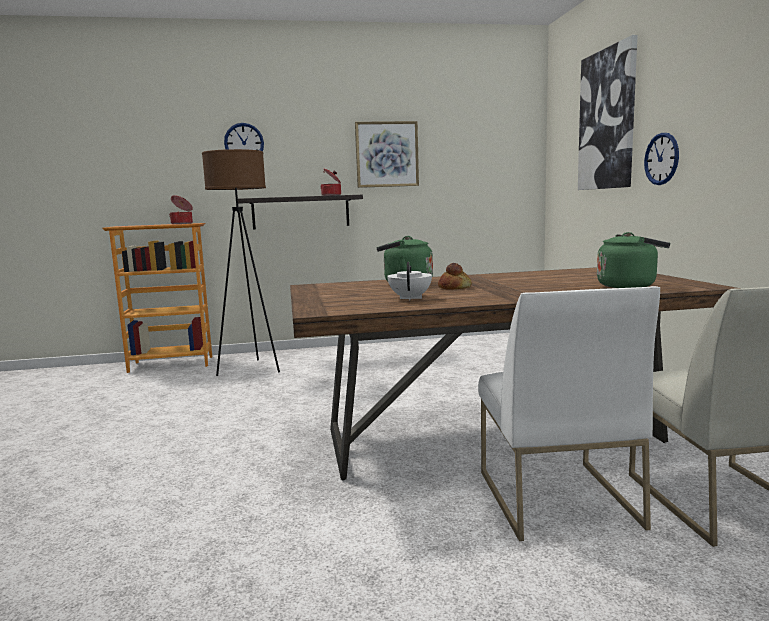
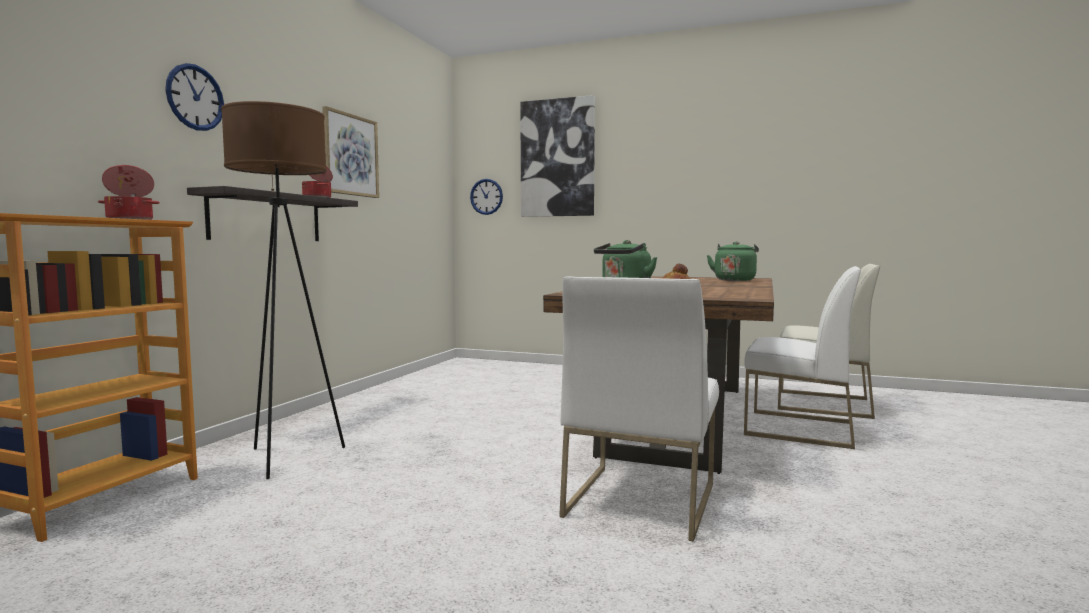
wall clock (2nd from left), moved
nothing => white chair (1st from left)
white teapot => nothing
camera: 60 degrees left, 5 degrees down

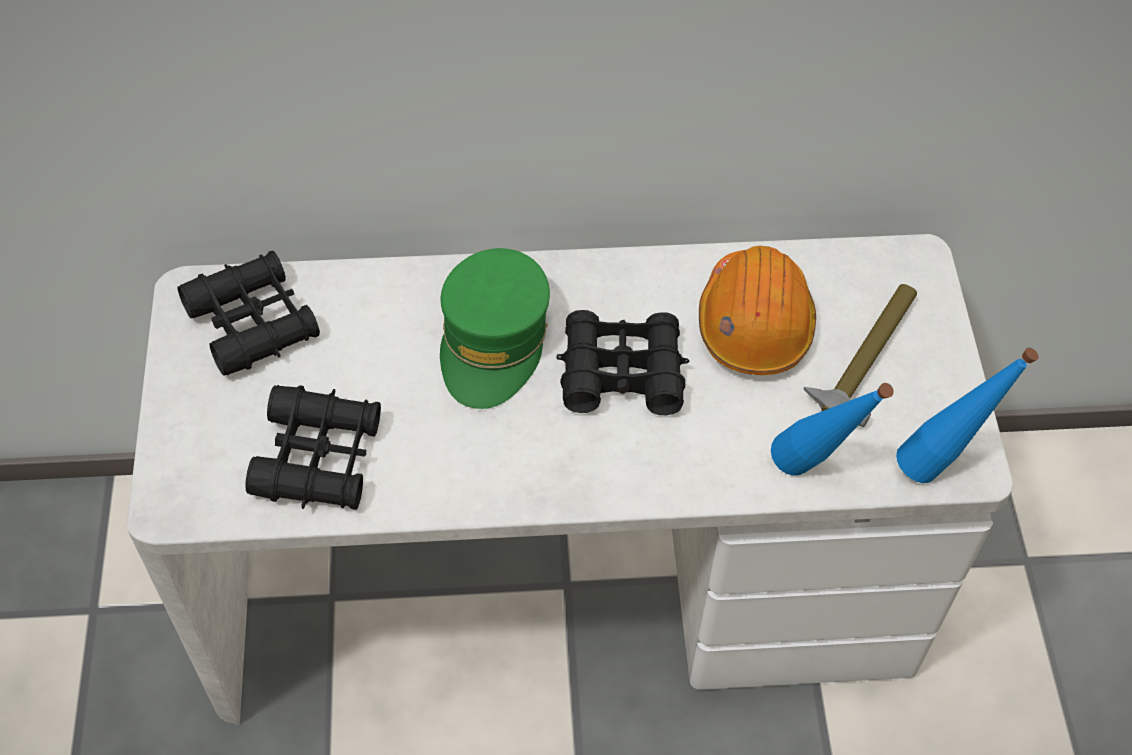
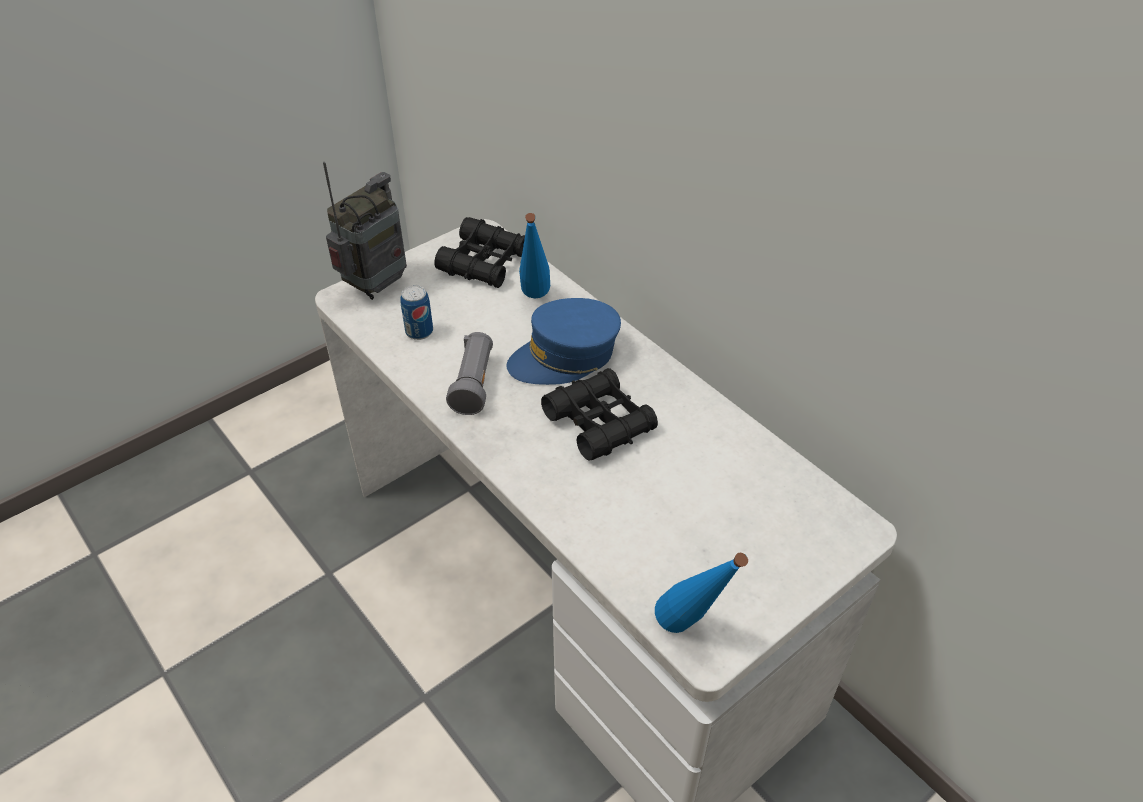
nothing => radio
black binoculars (2nd from left) => can
nothing => grey flashlight
green cap => blue cap
blue bottle (1st from left), moved
orange hard hat => nothing
hammer => nothing
camera: 55 degrees right, 10 degrees down

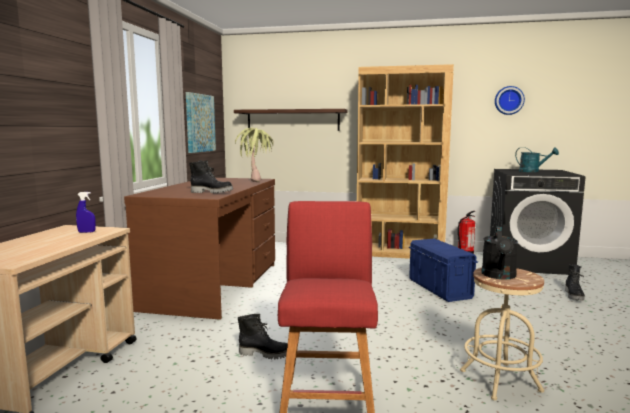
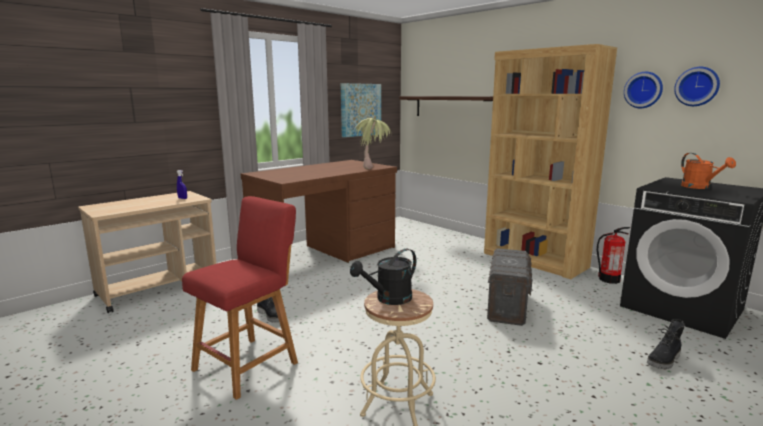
blue storage box => grey storage box
nothing => wall clock (1st from left)
turquoise watering can => orange watering can
black boot (1st from left) => nothing
camera: 35 degrees right, 5 degrees up

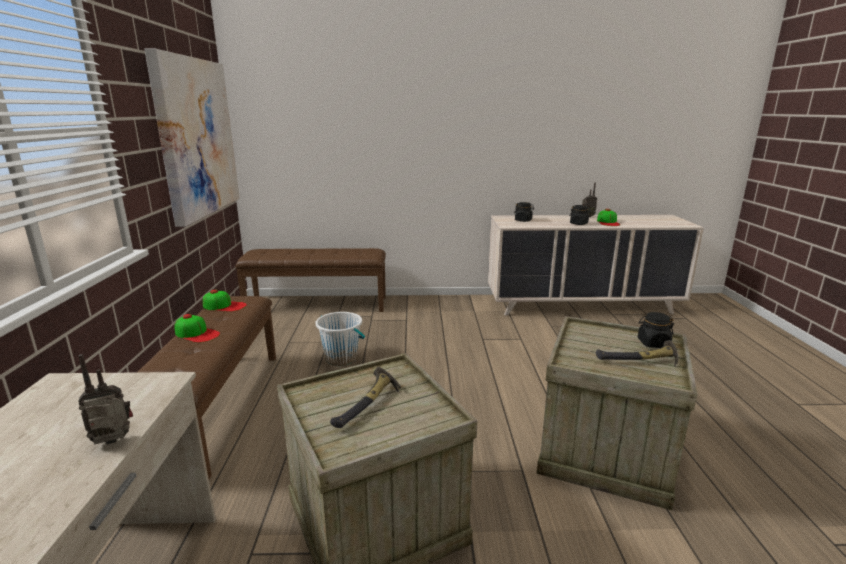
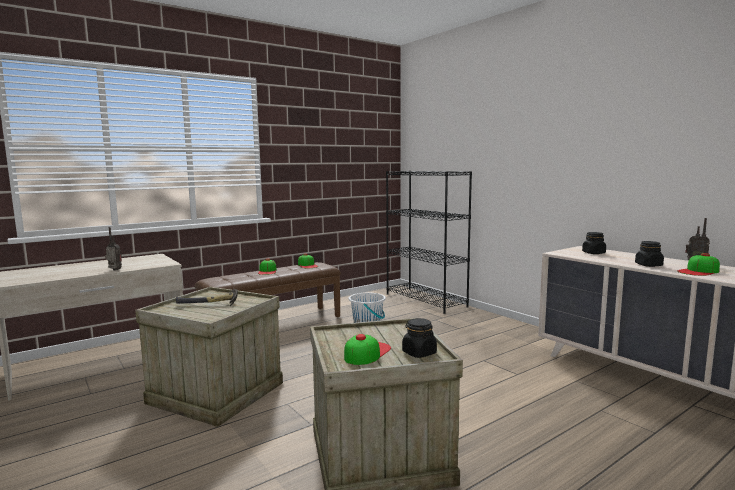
hammer (2nd from left) => cap (3rd from left)
brown bench (2nd from left) => black bookcase
picture => nothing
camera: 55 degrees right, 10 degrees down

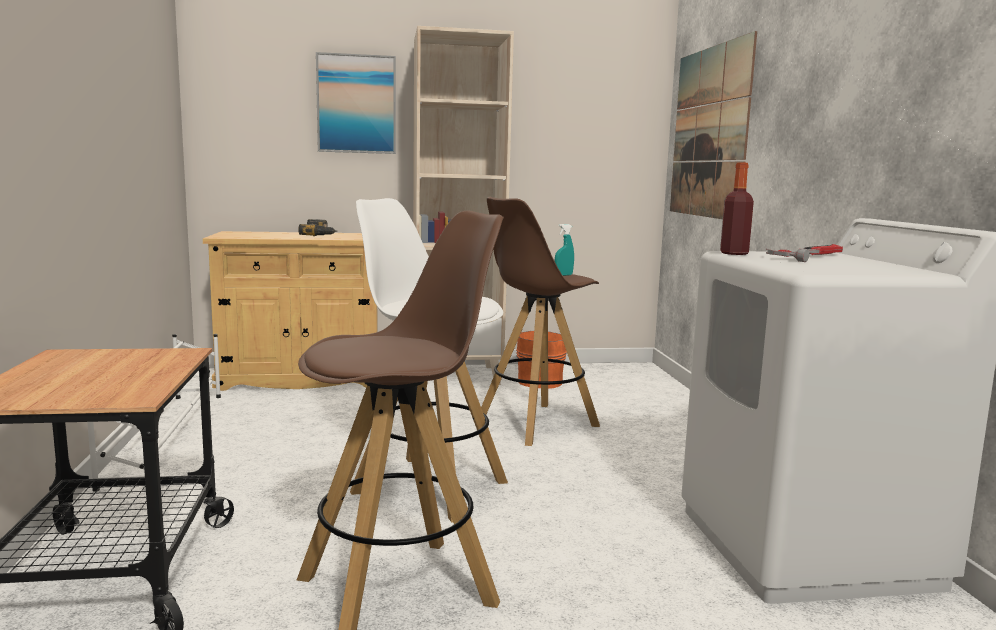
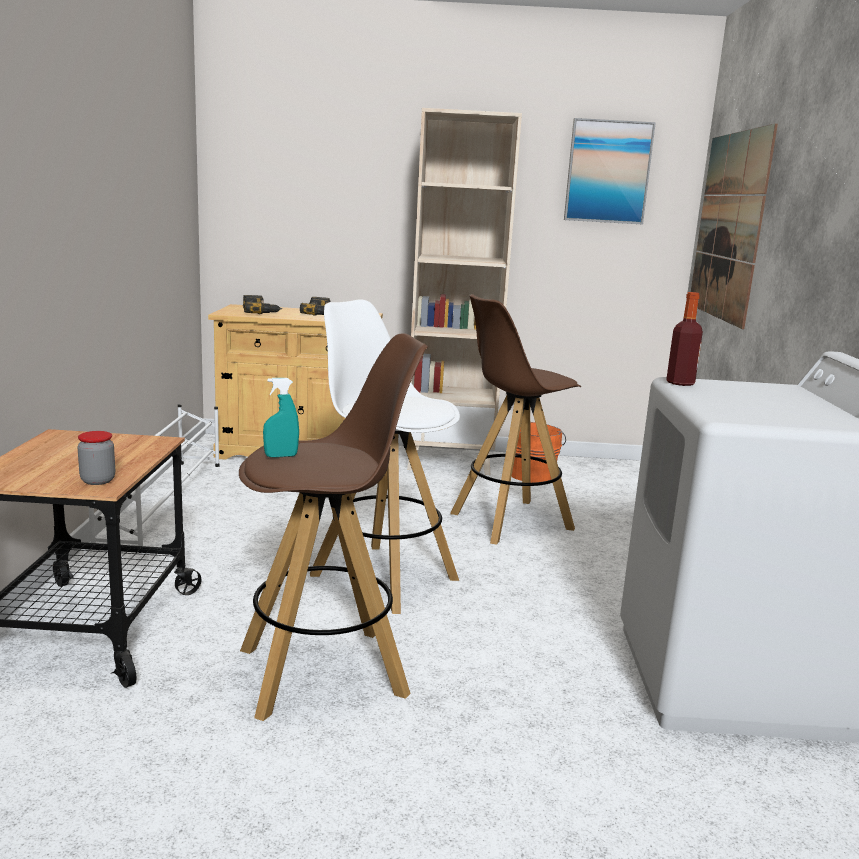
nothing => jar
nothing => power drill (1st from left)
turquoise spray bottle, moved
picture (1st from left), moved
hammer => nothing
camera: 10 degrees right, 5 degrees up

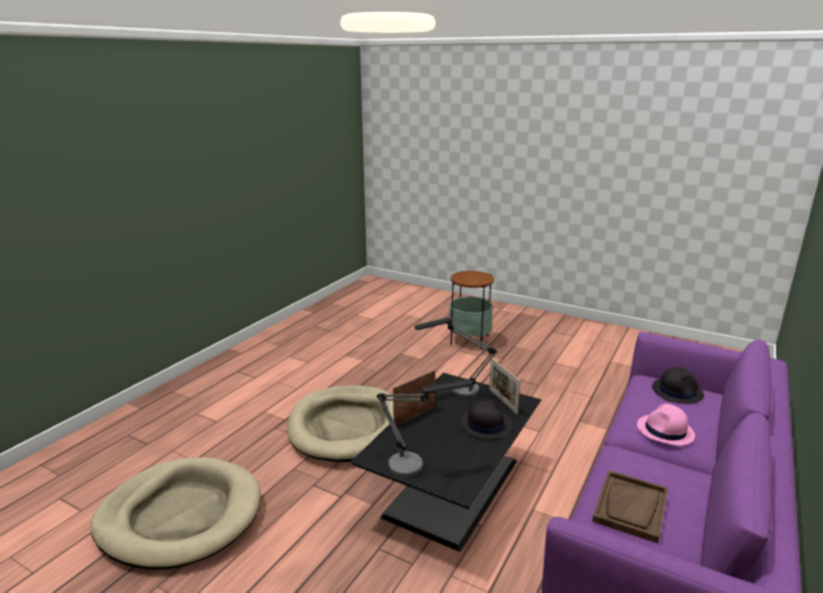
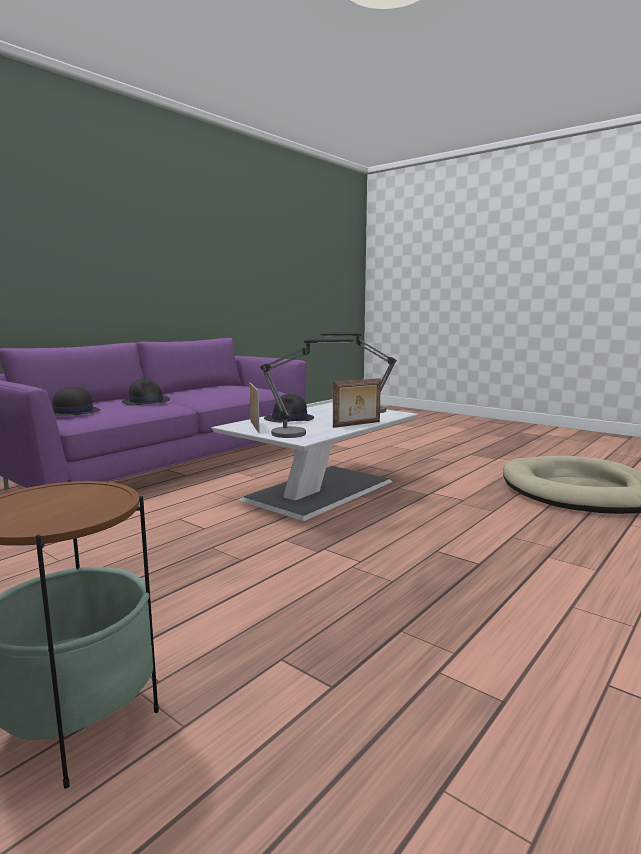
pink hat => black hat (2nd from left)
black coffee table => white coffee table
beige dog bed (2nd from left) => nothing
brown tray => nothing
camera: 170 degrees left, 10 degrees down

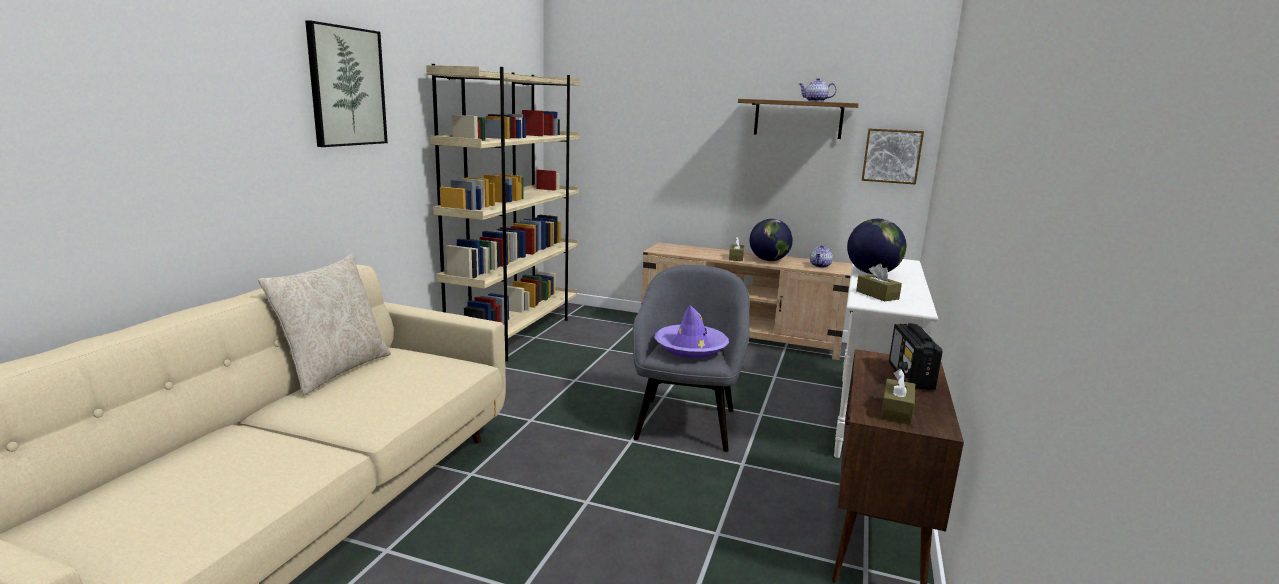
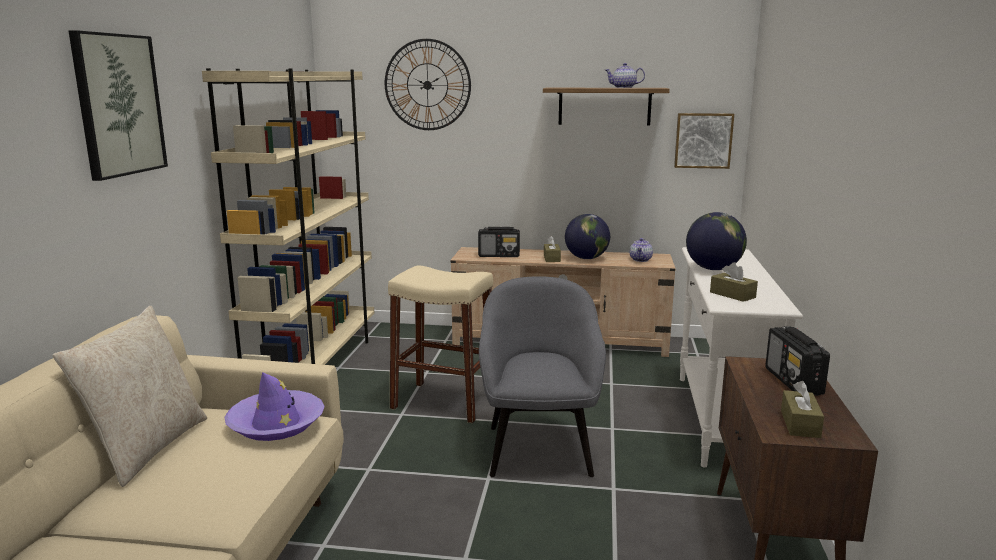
purple hat, moved
nothing => wall clock
nothing => beige stool
nothing => radio (1st from left)
camera: 10 degrees left, 0 degrees up

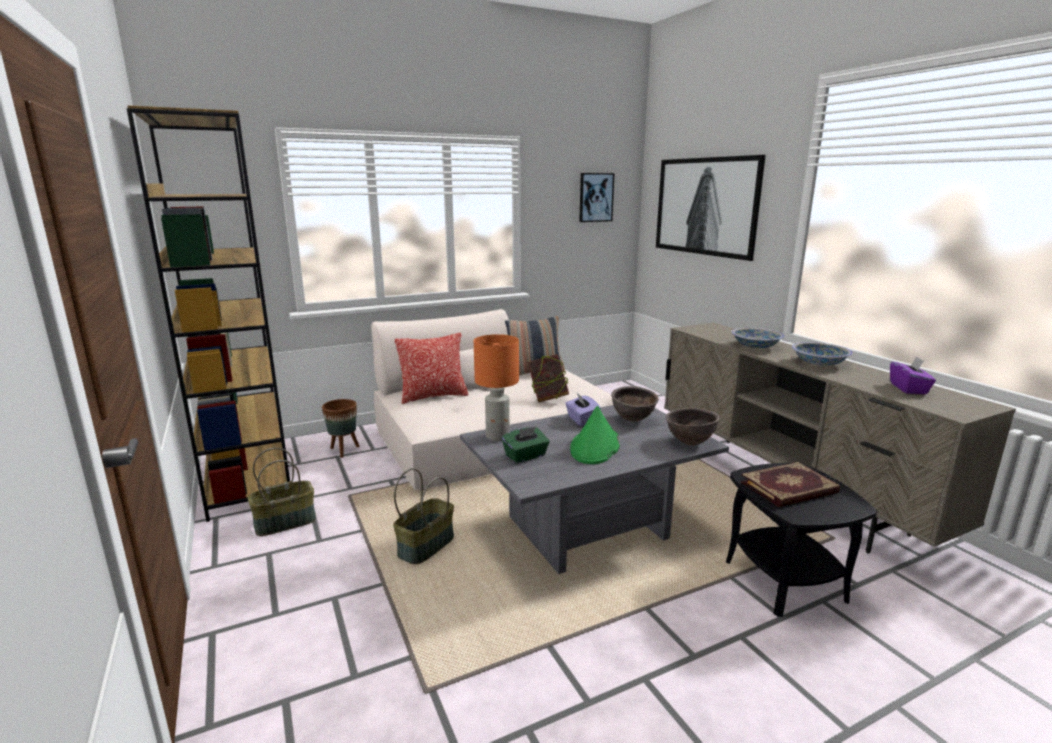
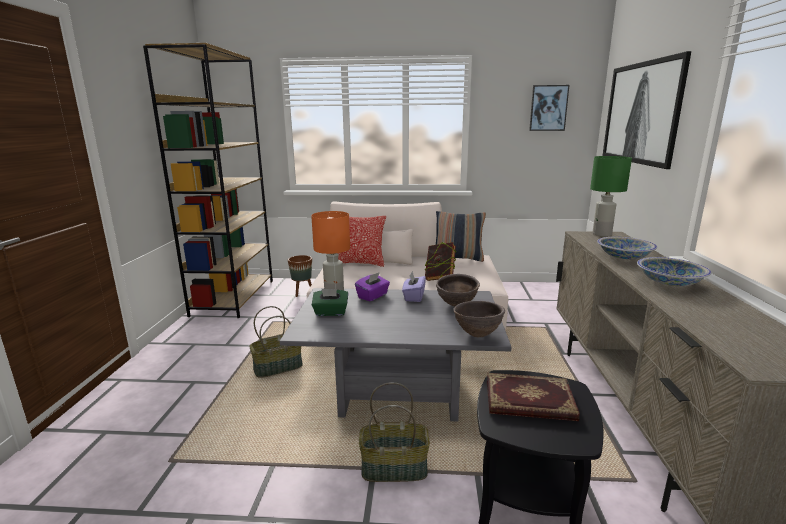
purple tissue box (2nd from left in the first image) => purple tissue box (1st from left), moved
basket (1st from left in the first image) => basket (2nd from left), moved
nothing => green table lamp
green hat => nothing
camera: 30 degrees right, 0 degrees up

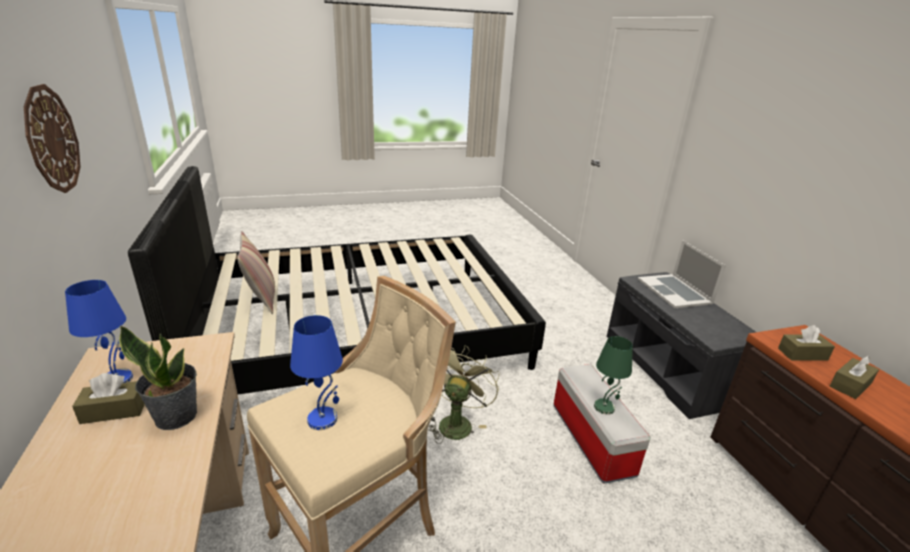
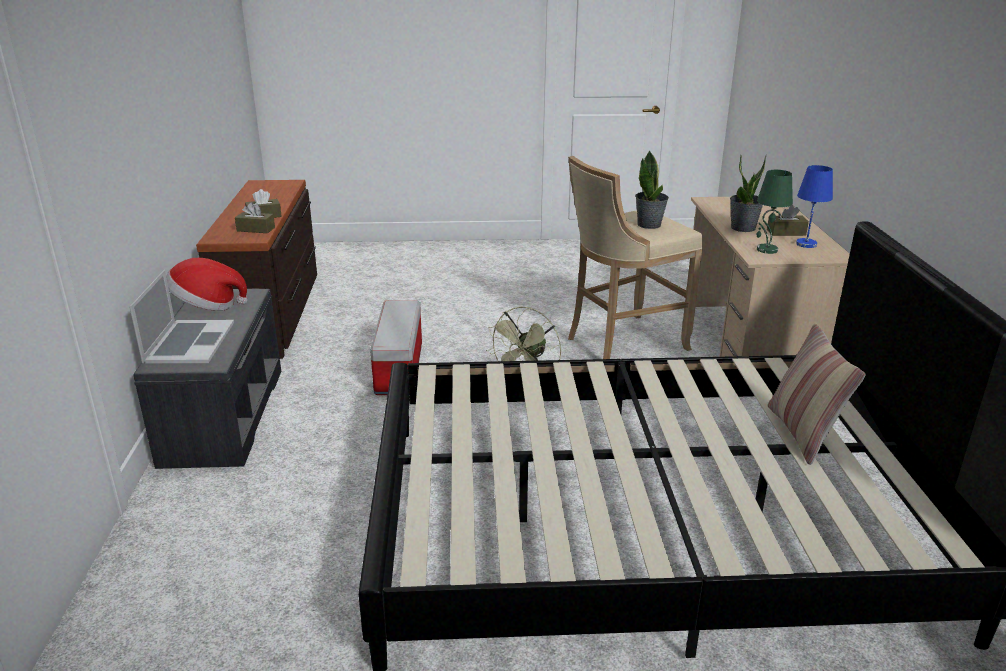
nothing => hat
blue table lamp (2nd from left) => potted plant (1st from left)
green table lamp, moved
wall clock => nothing
camera: 165 degrees left, 0 degrees up

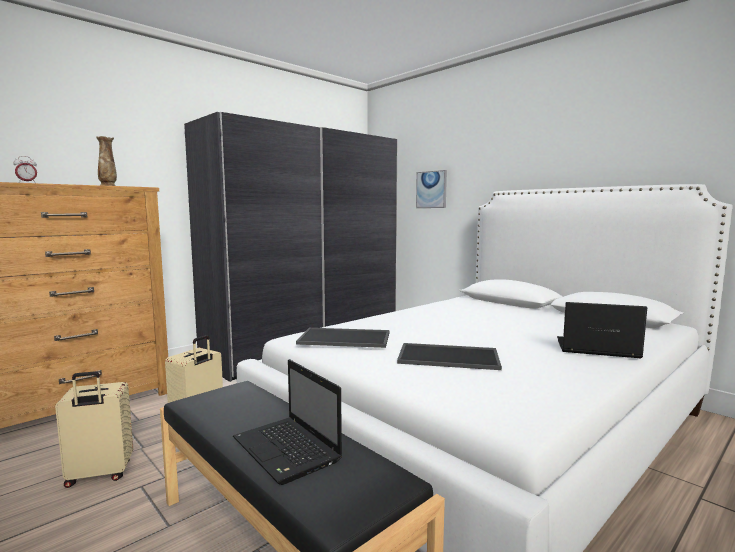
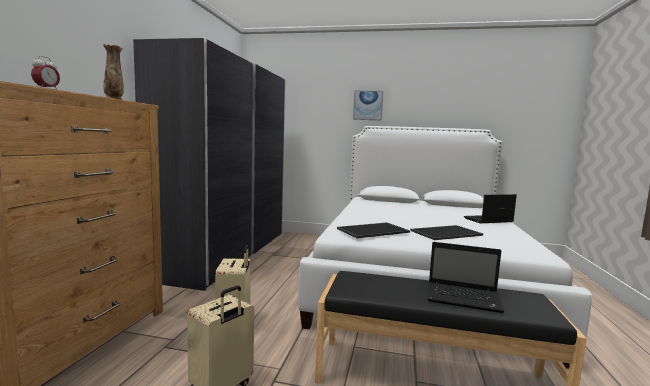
picture, moved
camera: 35 degrees left, 0 degrees up

